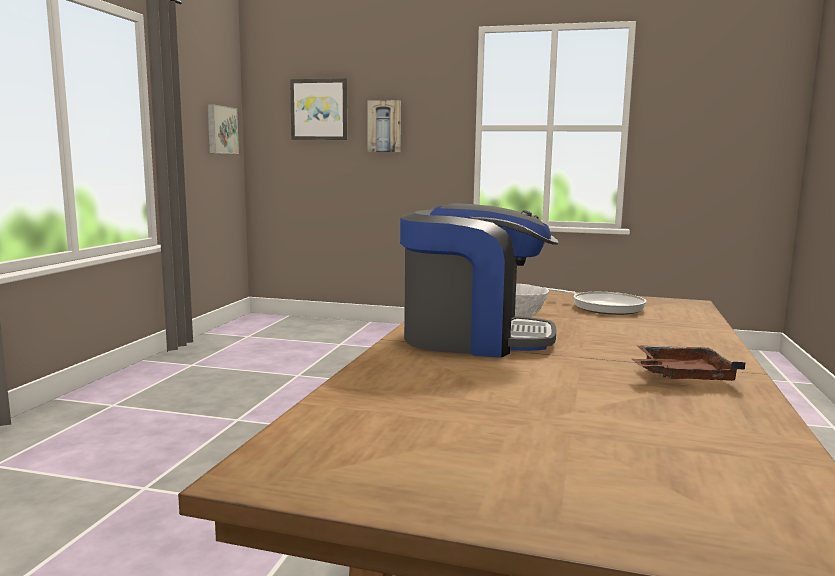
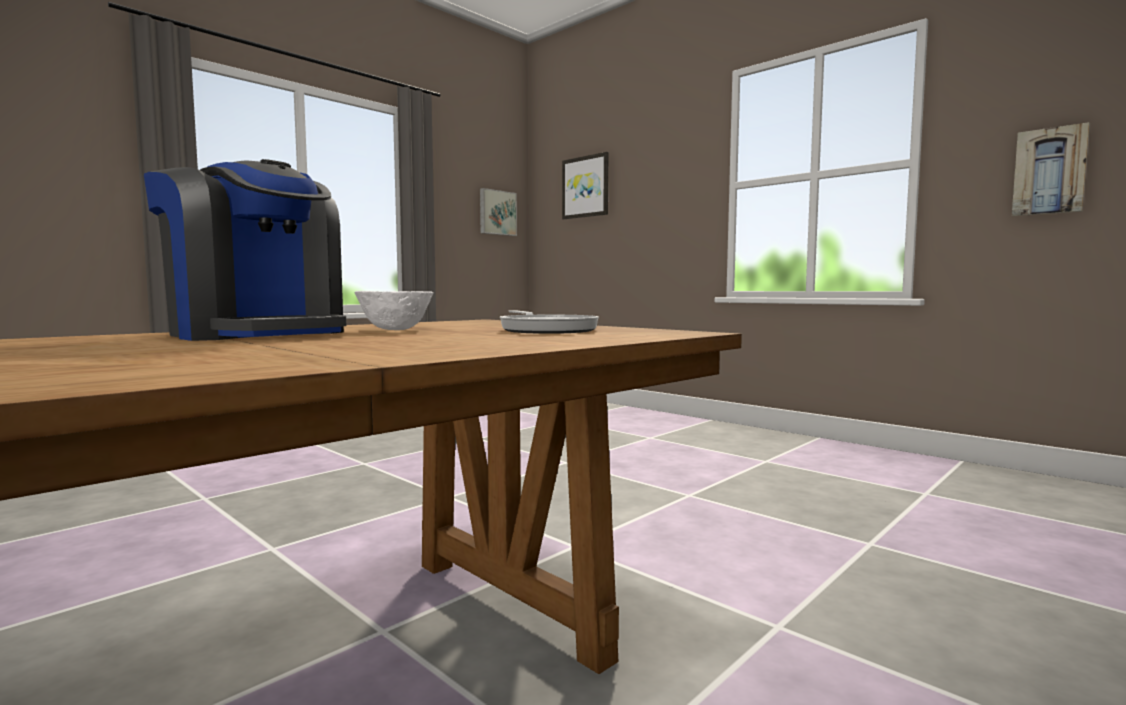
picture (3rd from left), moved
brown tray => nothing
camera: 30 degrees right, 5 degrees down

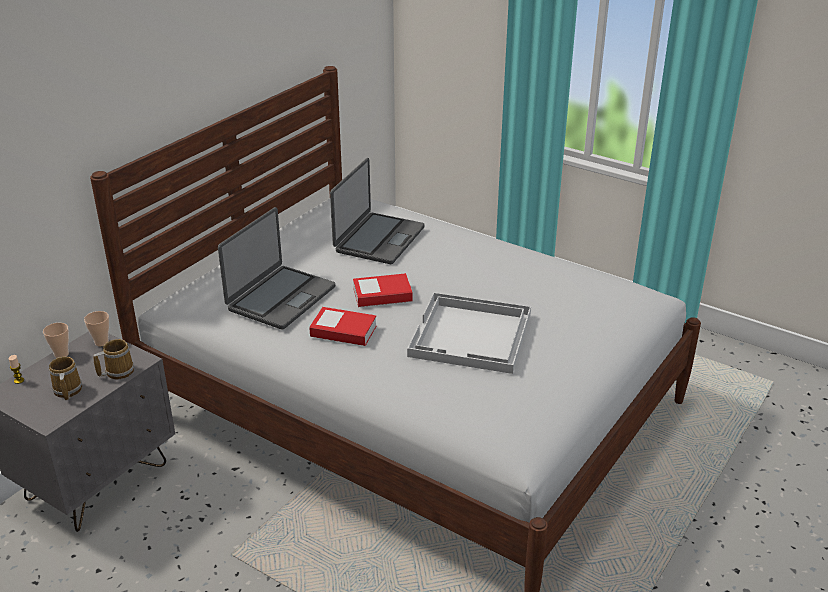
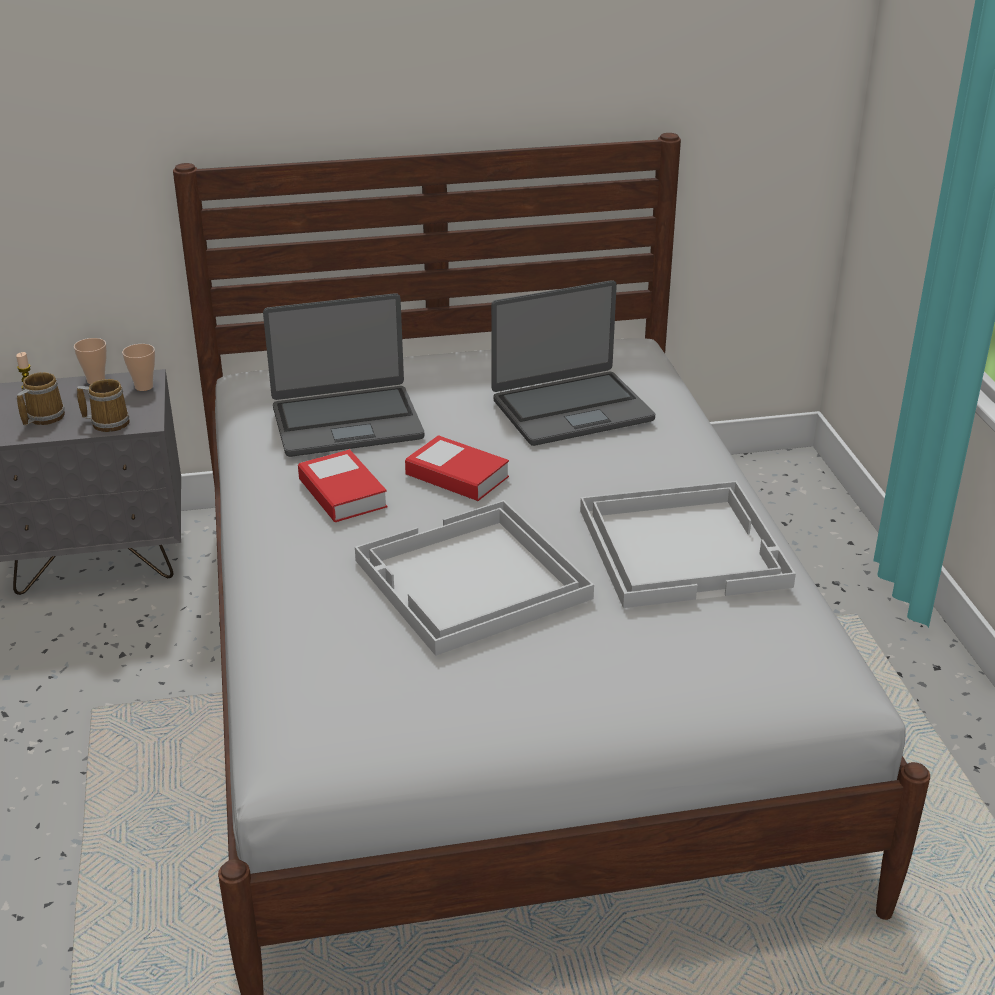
nothing => white tray (2nd from left)
camera: 45 degrees right, 0 degrees up

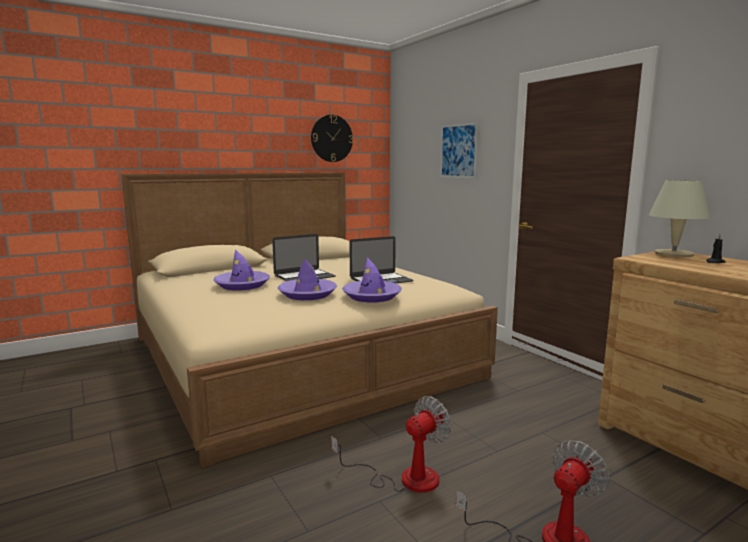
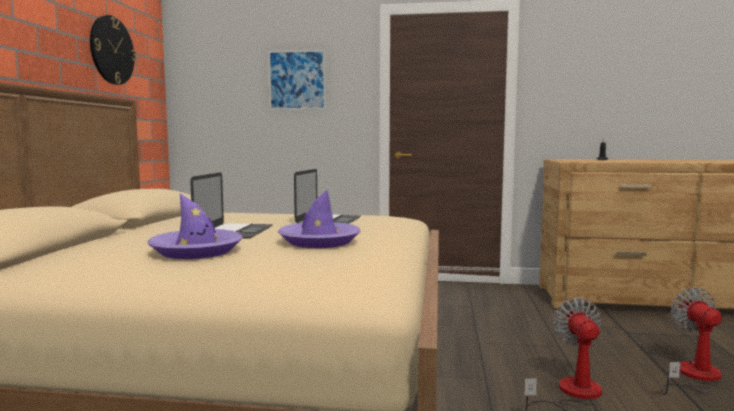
purple hat (3rd from left) => nothing
beige table lamp => nothing
camera: 50 degrees left, 5 degrees down

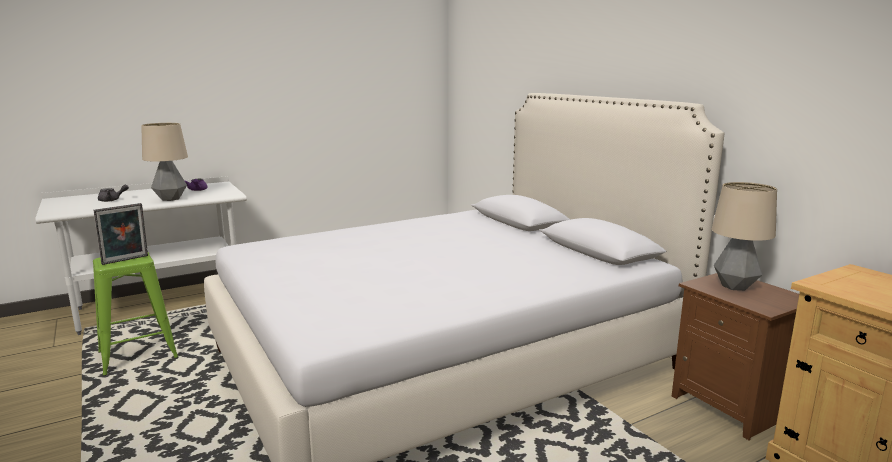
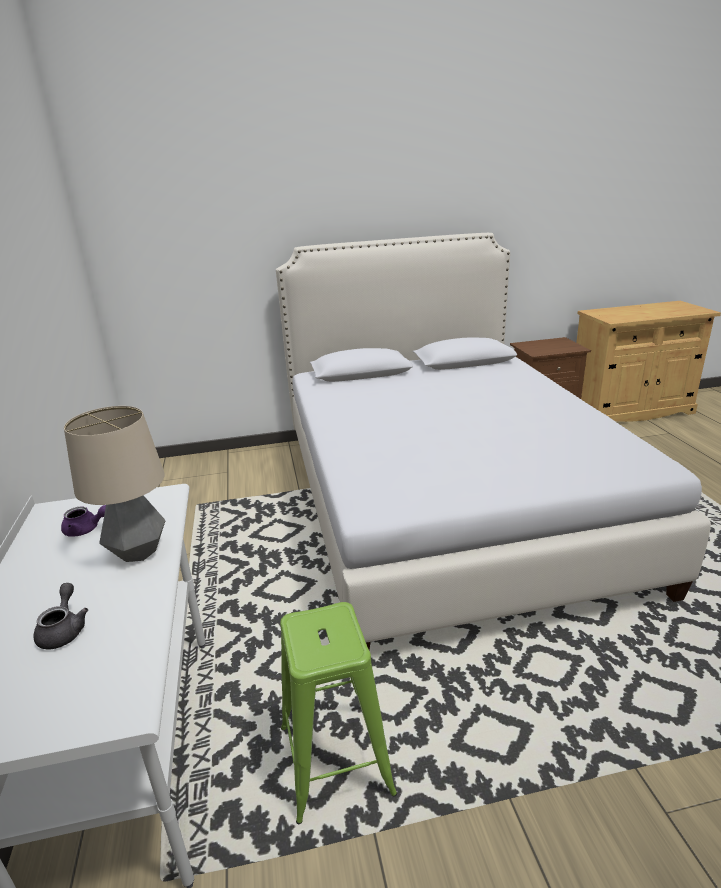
picture frame => nothing
table lamp (2nd from left) => nothing
camera: 70 degrees left, 10 degrees up

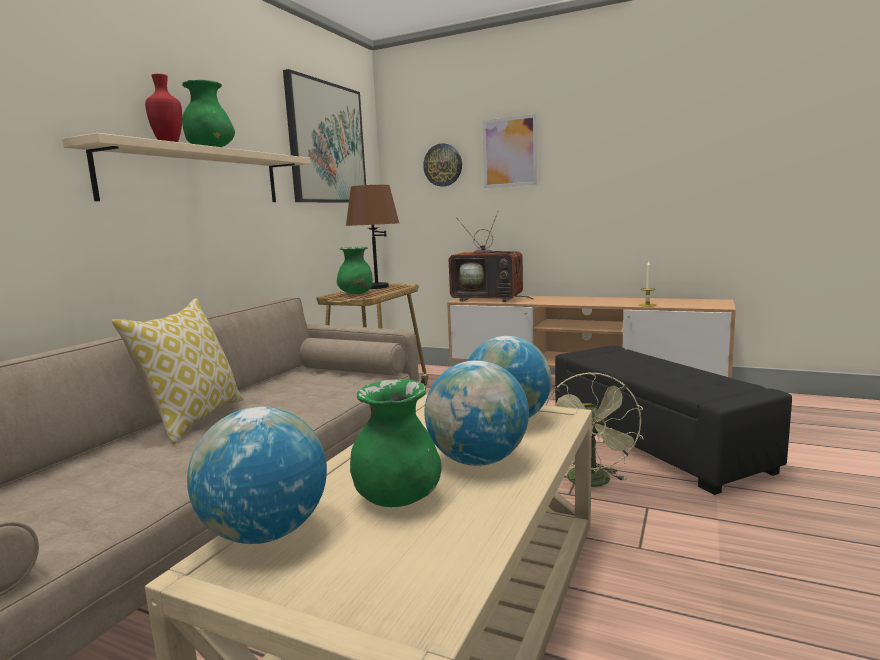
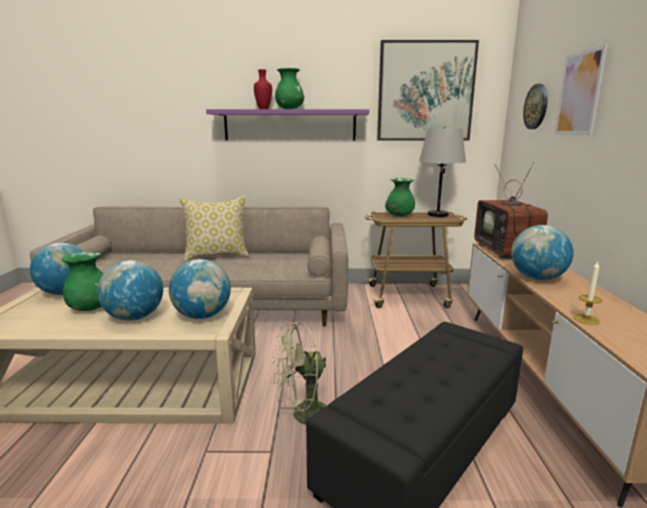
beige shelf => purple shelf
brown table lamp => grey table lamp
nothing => globe (4th from left)
camera: 65 degrees right, 5 degrees up

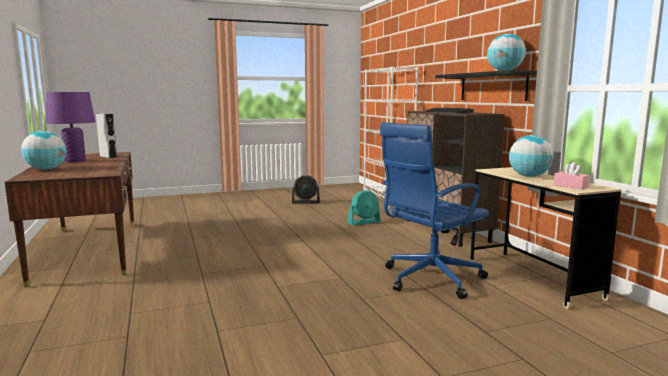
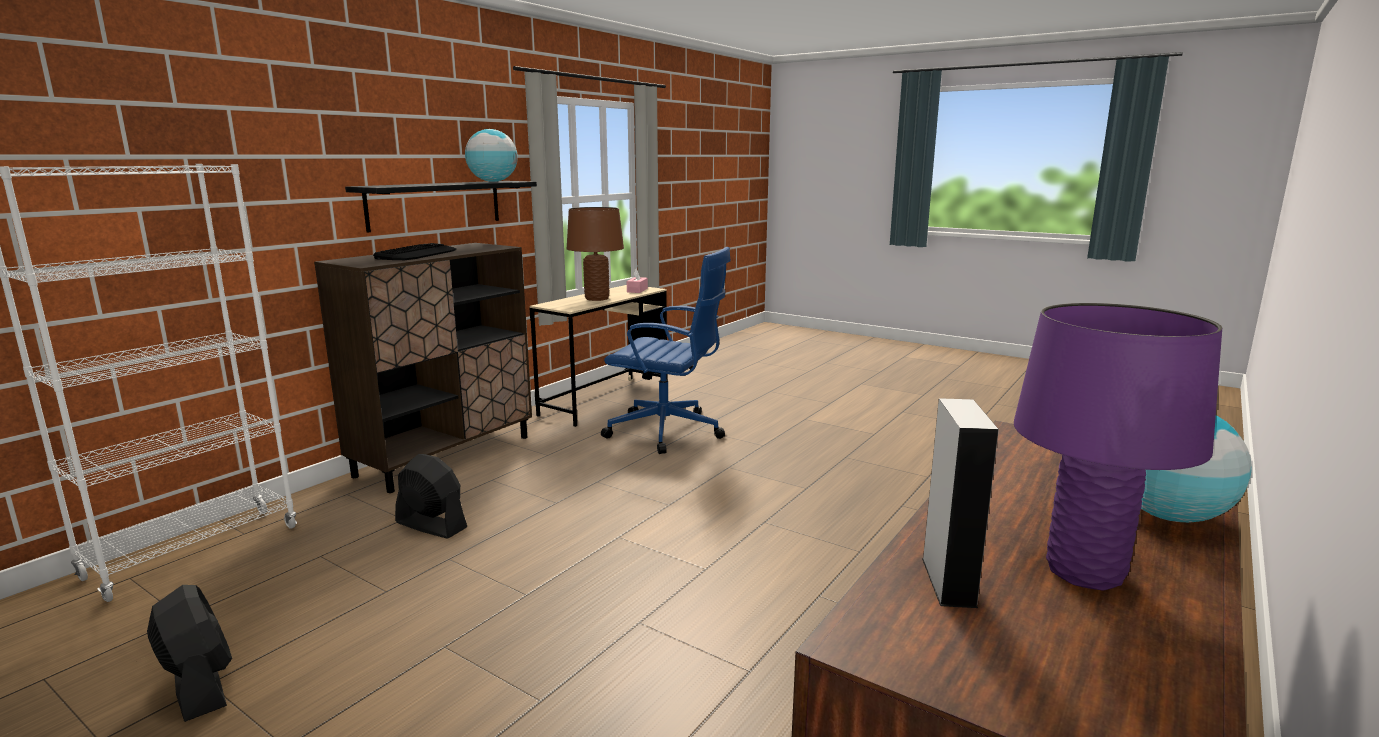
turquoise fan => black fan (2nd from left)
globe (3rd from left) => brown table lamp
camera: 125 degrees left, 5 degrees up

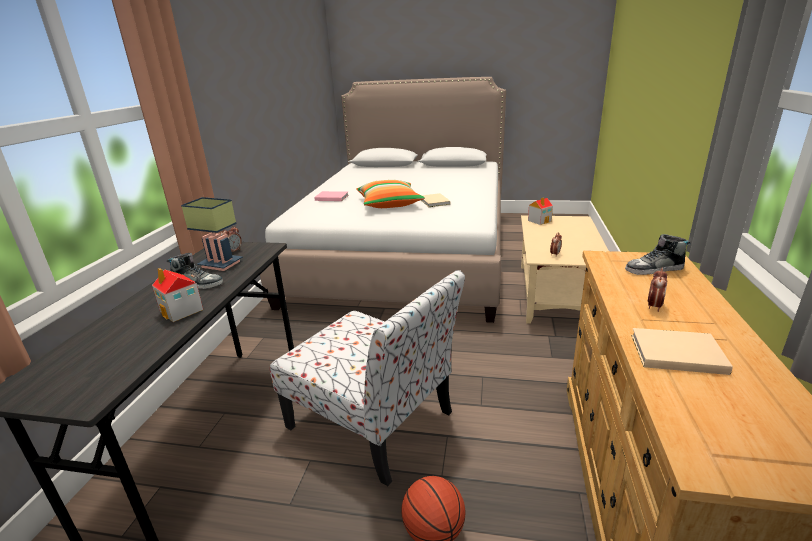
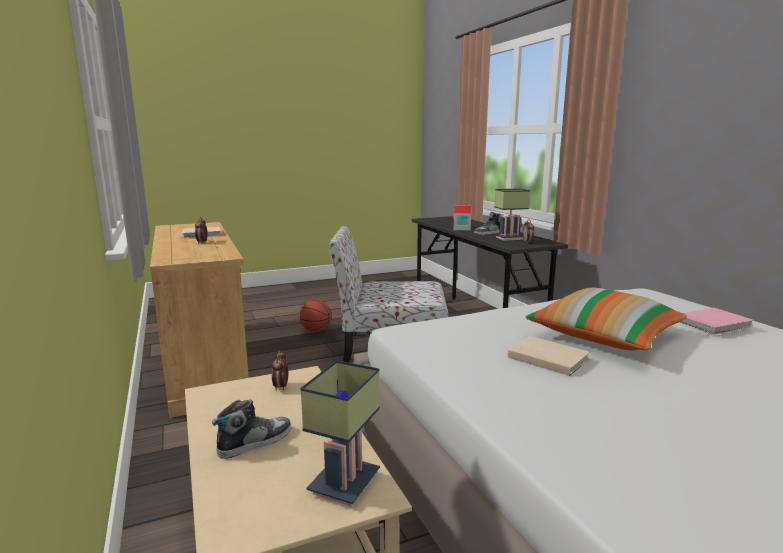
shoe (2nd from left in the first image) => shoe (1st from left), moved
toy house (2nd from left) => table lamp (1st from left)
camera: 145 degrees right, 10 degrees down

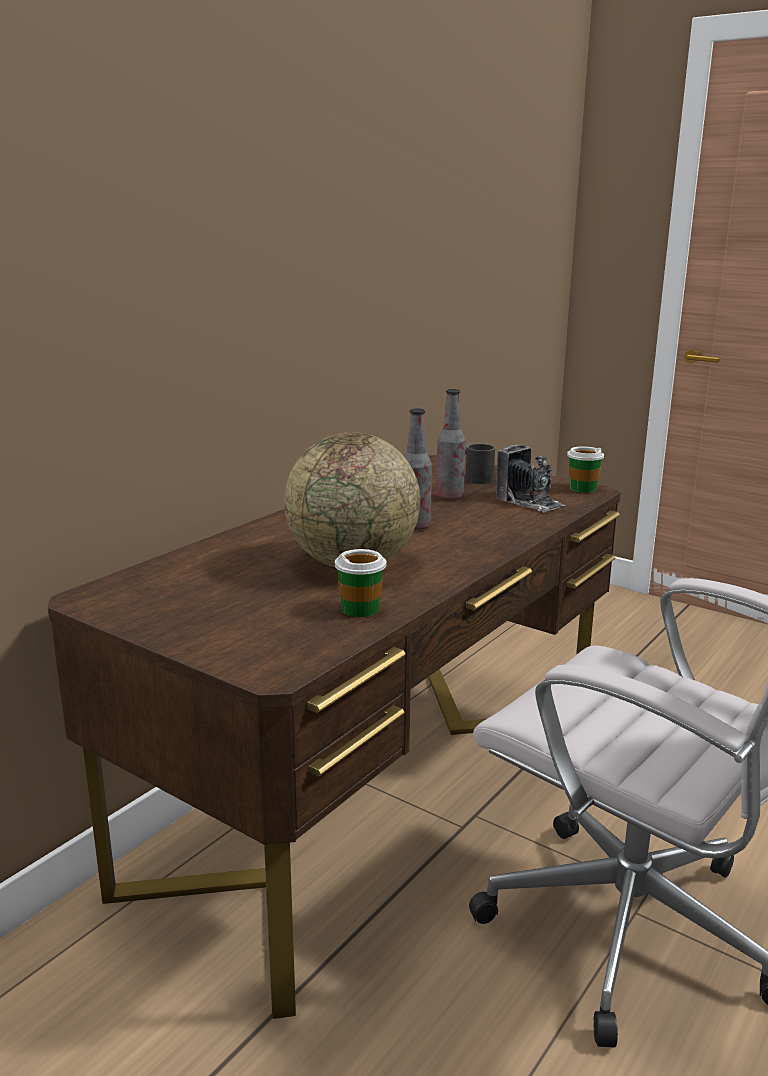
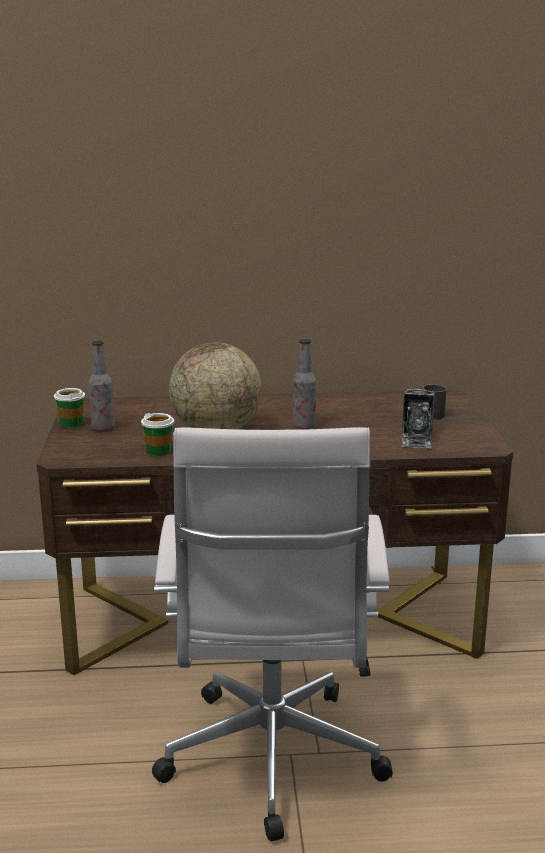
cup (2nd from left in the first image) => cup (1st from left), moved
bottle (2nd from left in the first image) => bottle (1st from left), moved
camera: 50 degrees right, 0 degrees up

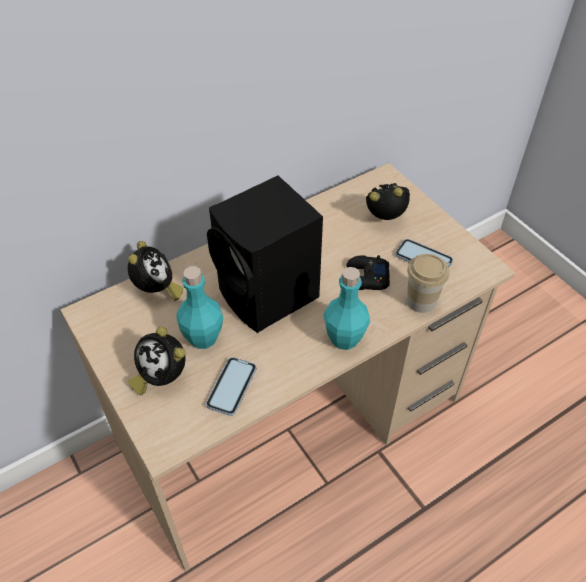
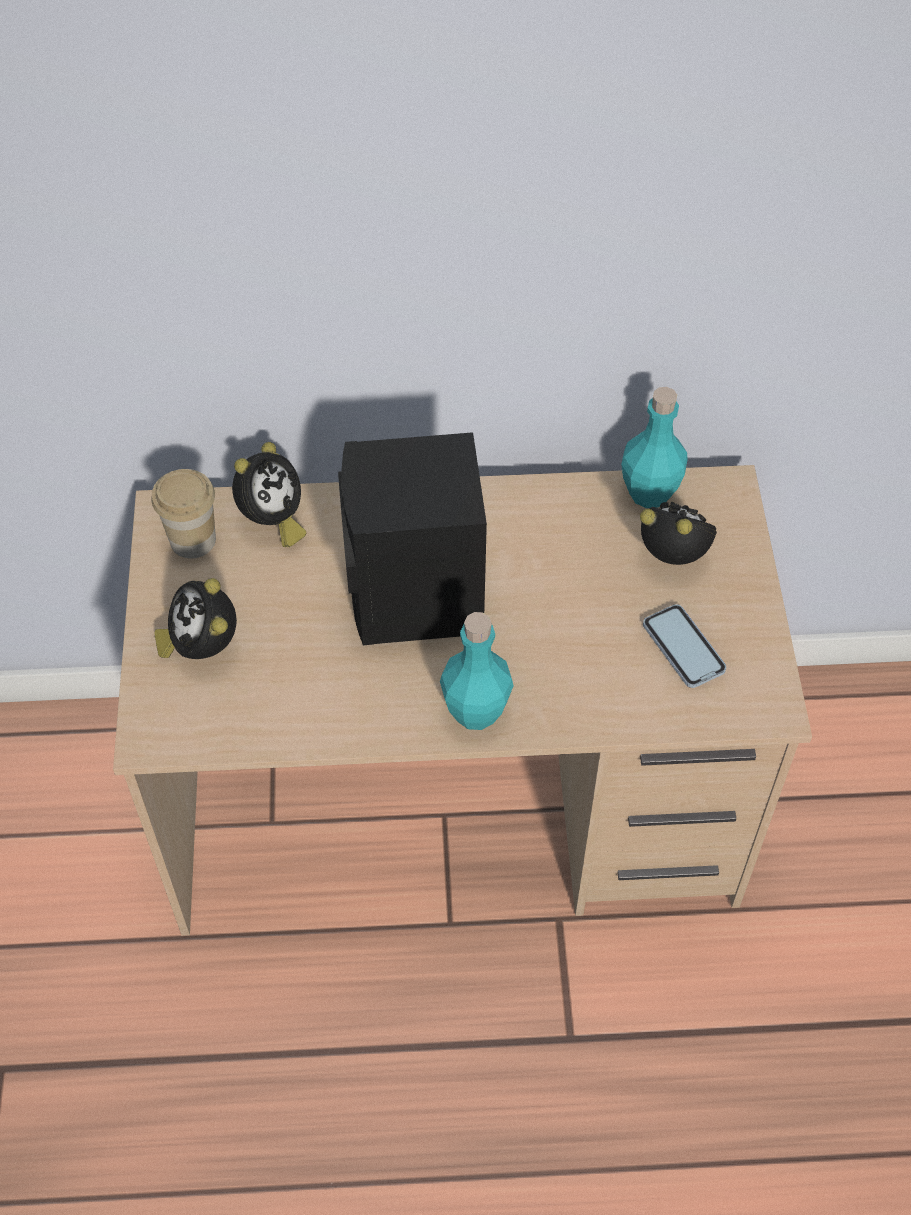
cup, moved
turquoise bottle (1st from left in the first image) => turquoise bottle (2nd from left), moved
phone (1st from left) => nothing
black game controller => nothing
camera: 30 degrees right, 5 degrees up

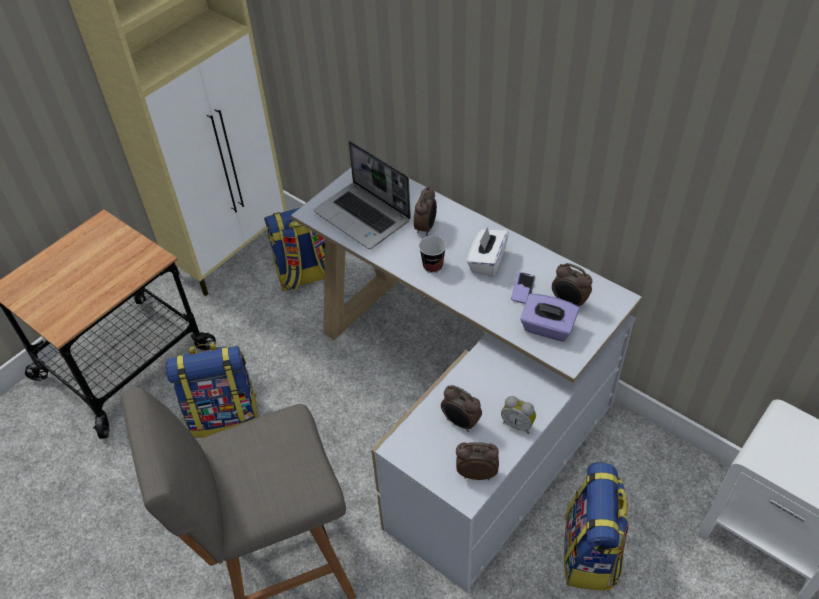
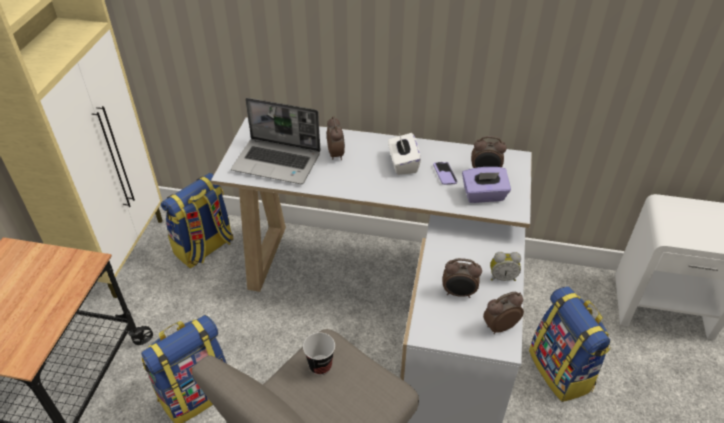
cup, moved
camera: 30 degrees left, 5 degrees down

